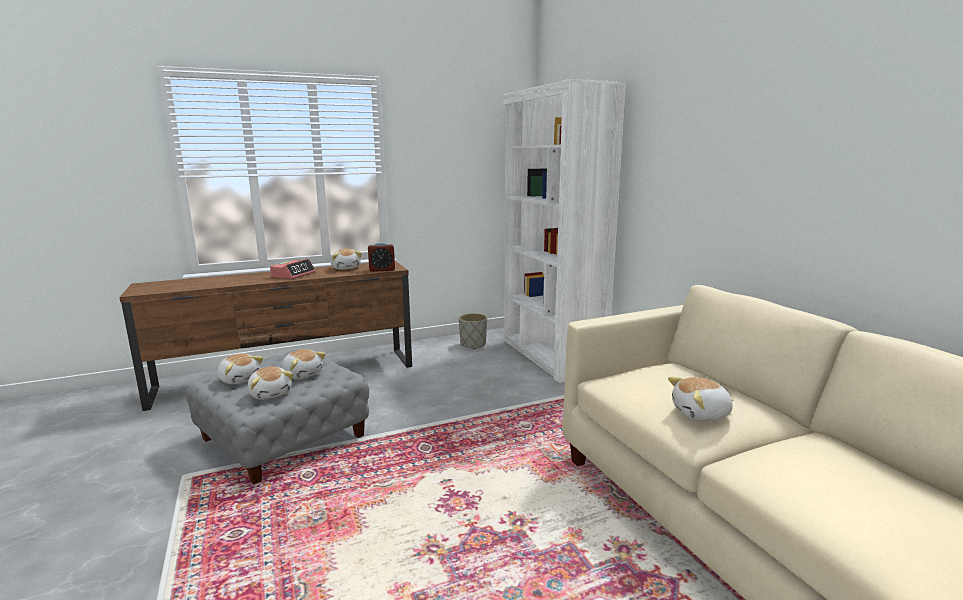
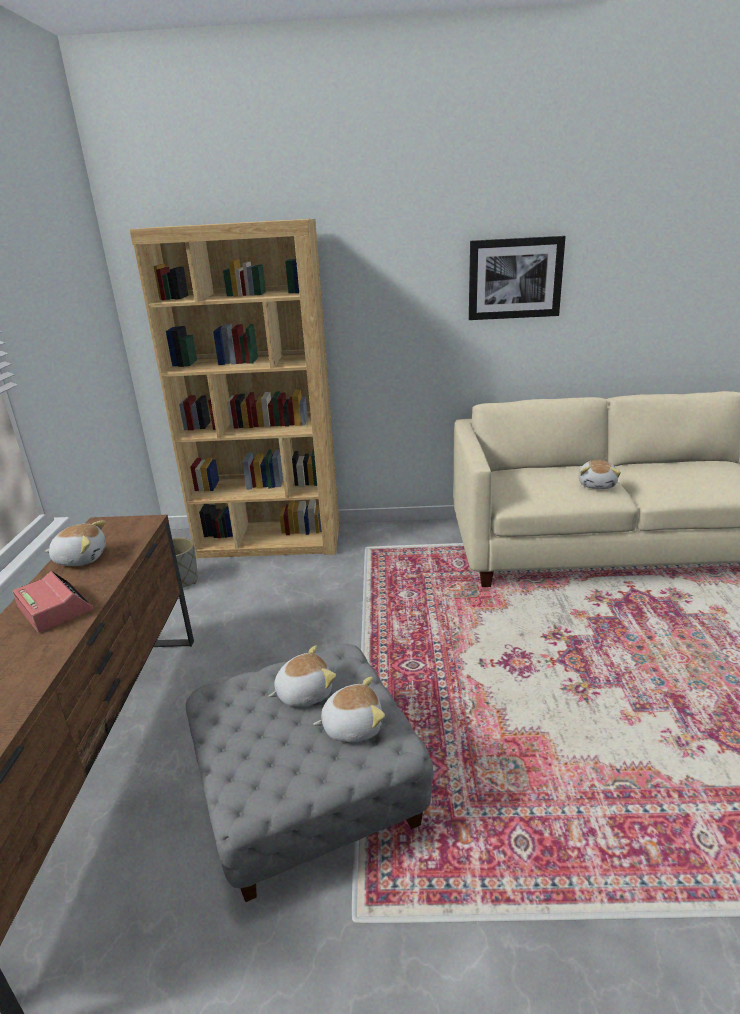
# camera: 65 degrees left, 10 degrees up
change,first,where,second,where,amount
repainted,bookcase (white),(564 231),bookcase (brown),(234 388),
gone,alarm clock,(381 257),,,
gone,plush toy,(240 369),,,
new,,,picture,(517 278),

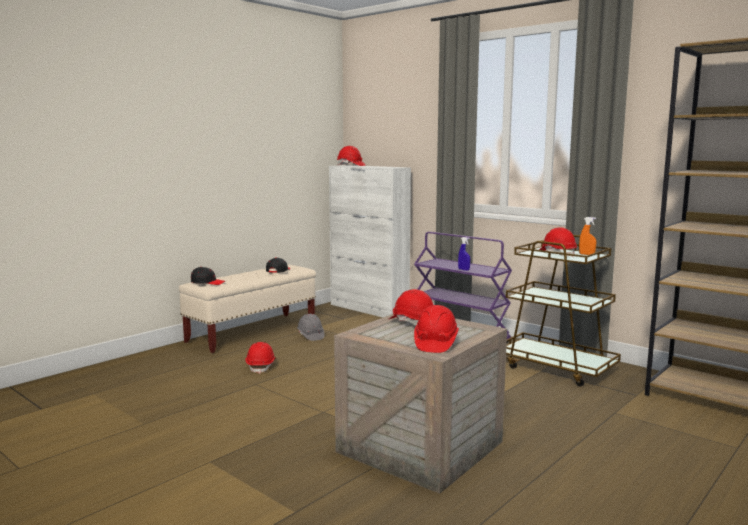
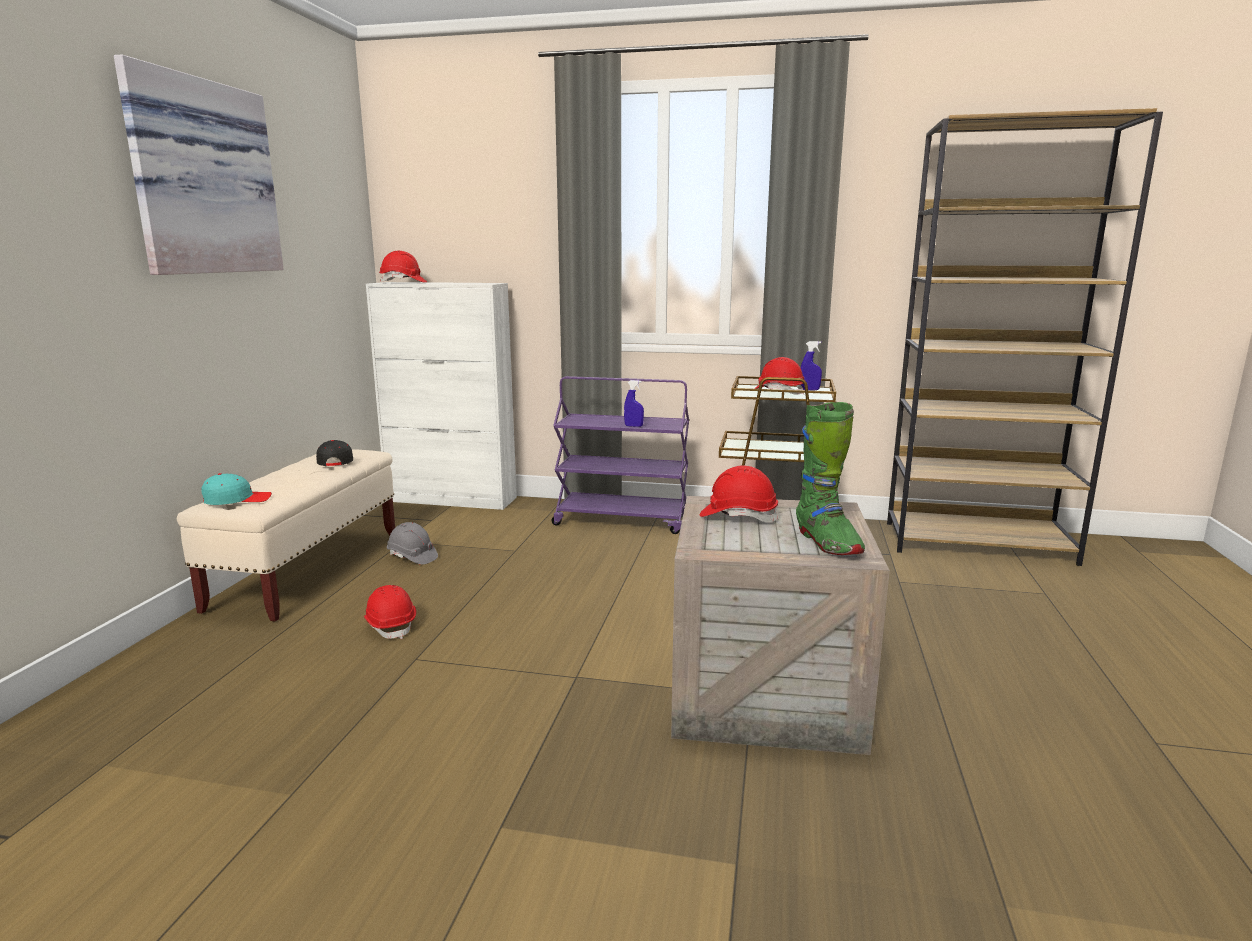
# camera: 30 degrees left, 5 degrees up
change,first,where,second,where,amount
repainted,spray bottle (orange),(587 236),spray bottle (blue),(811 365),
repainted,cap (black),(208 276),cap (turquoise),(236 489),
swapped,hard hat (red),(436 329),boot (green),(830 478),
new,,,picture,(199 164),

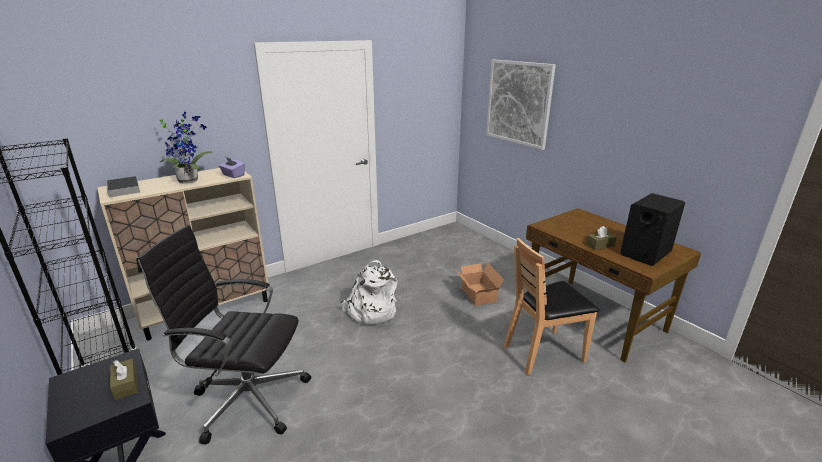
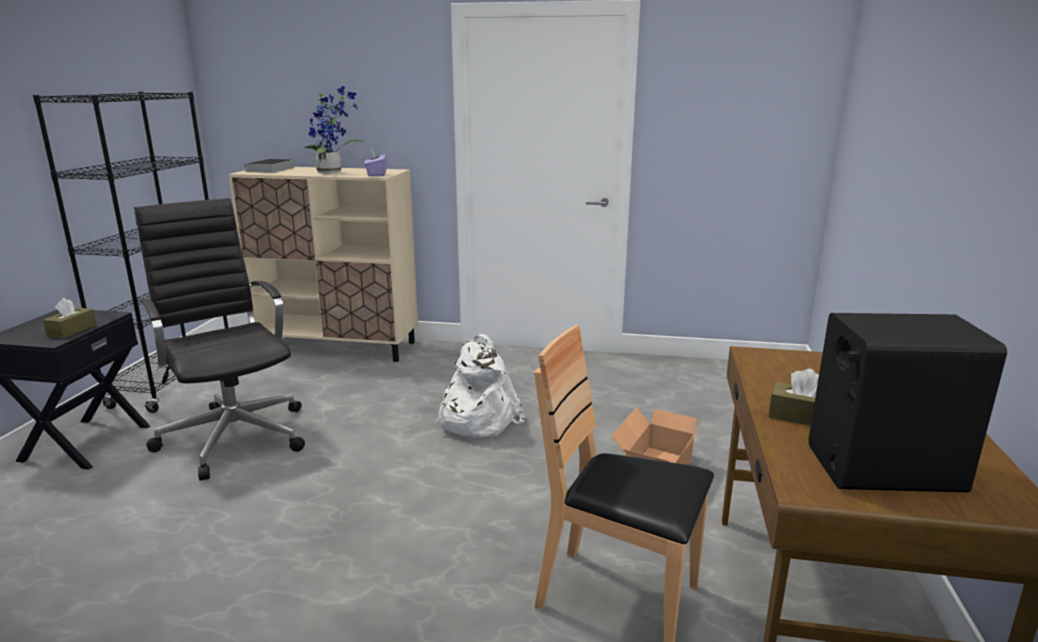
# camera: 45 degrees right, 5 degrees down
change,first,where,second,where,amount
gone,picture,(521 105),,,

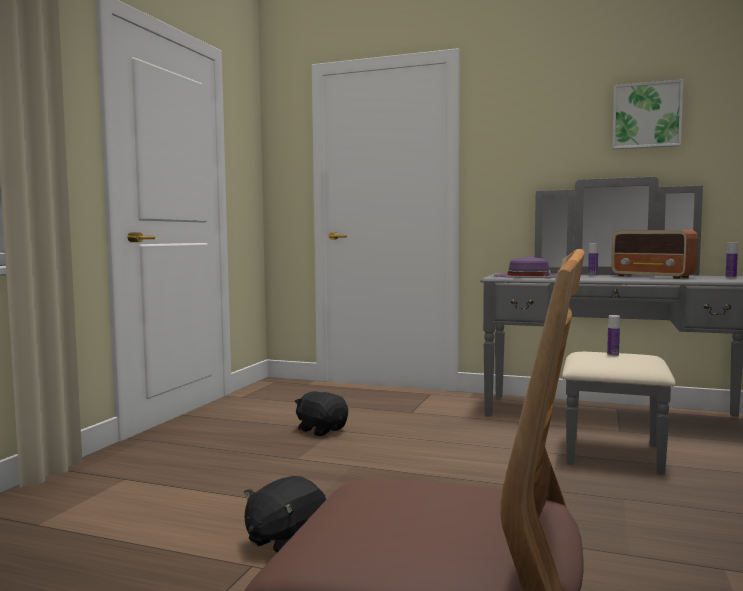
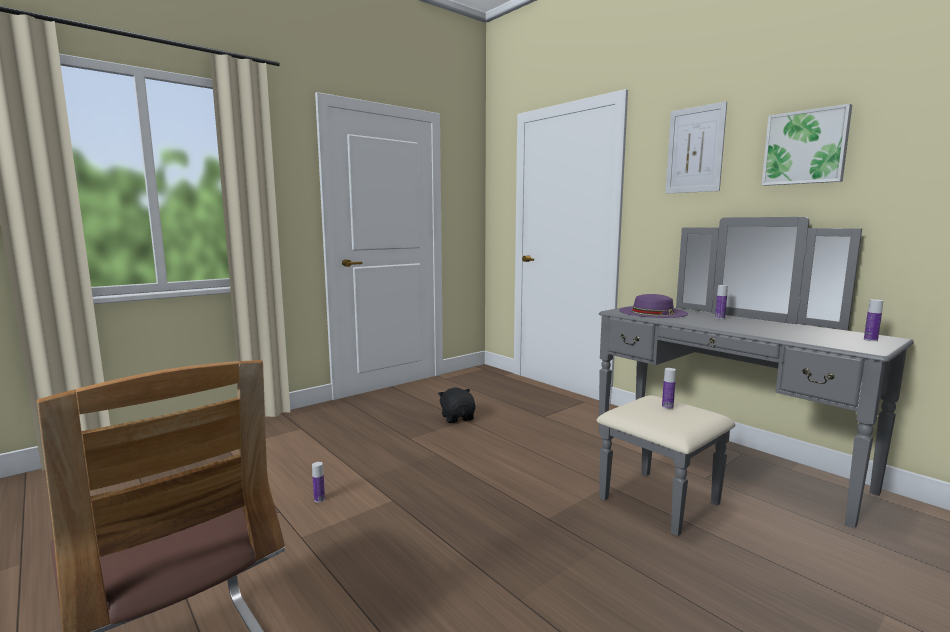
# camera: 30 degrees right, 5 degrees up
change,first,where,second,where,amount
gone,radio,(654 254),,,
swapped,plush toy (black),(285 514),bottle,(318 482),
new,,,picture,(696 147),

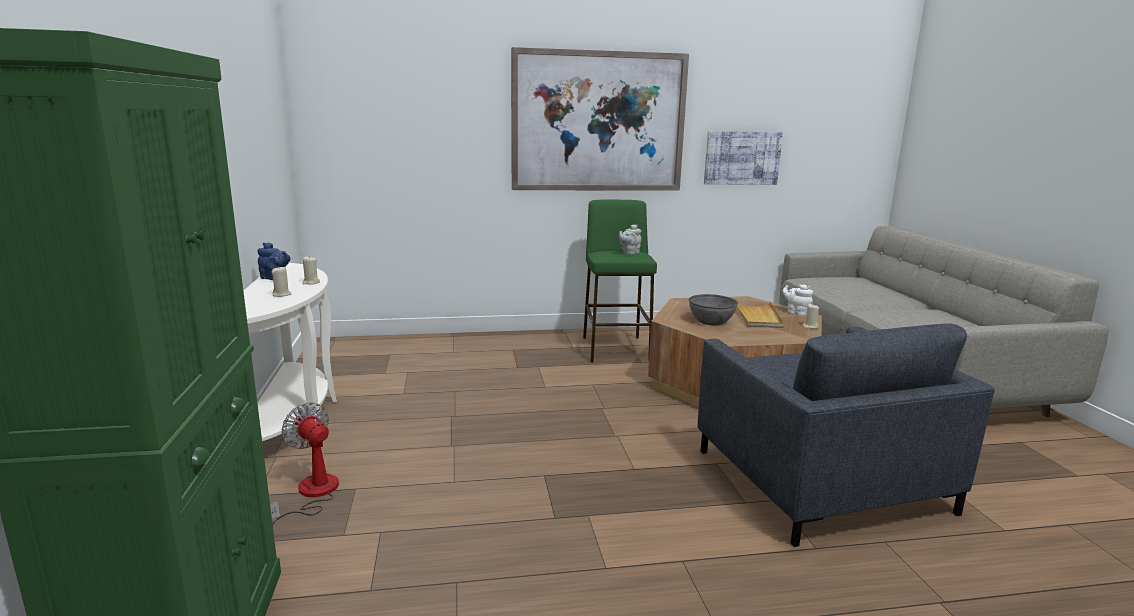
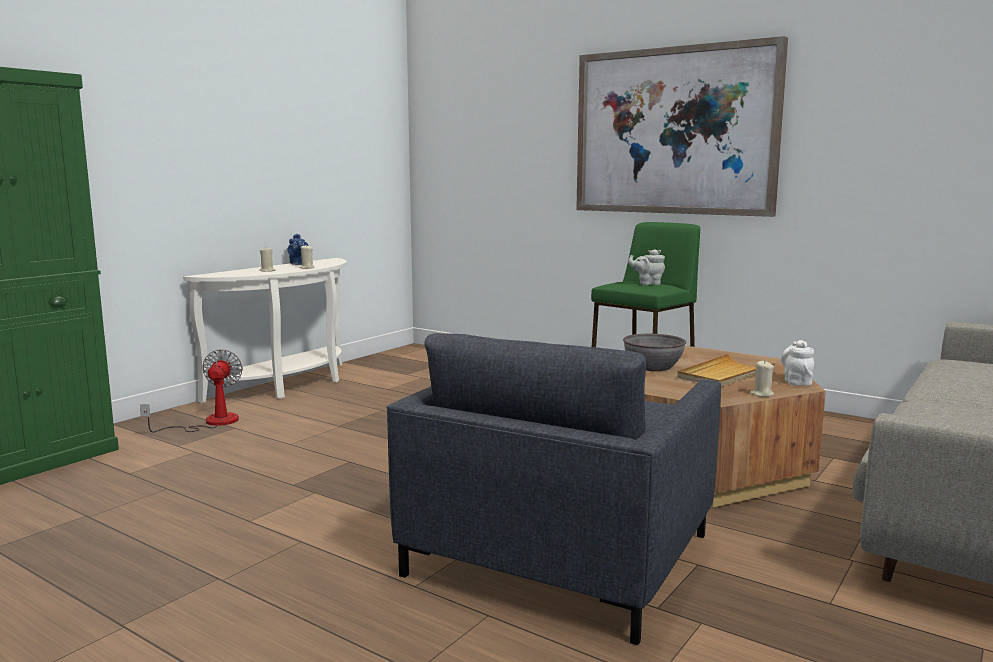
# camera: 45 degrees right, 5 degrees down
change,first,where,second,where,amount
gone,picture,(743 158),,,

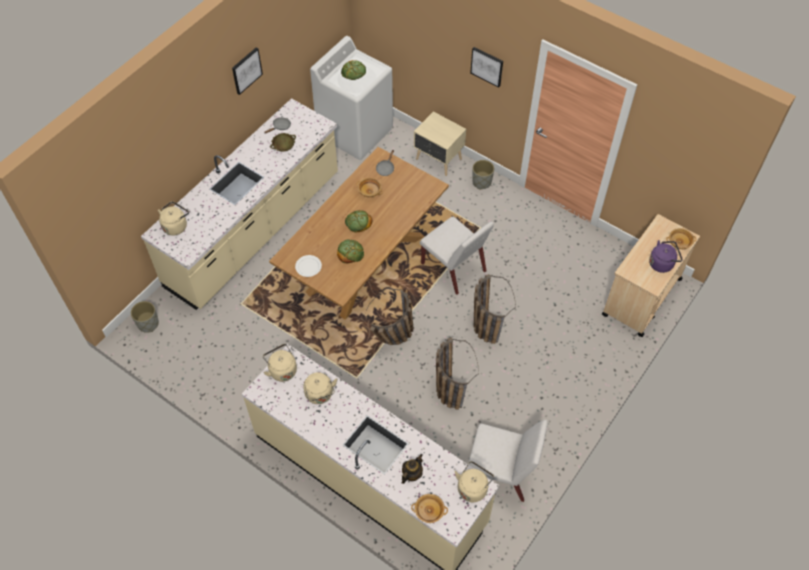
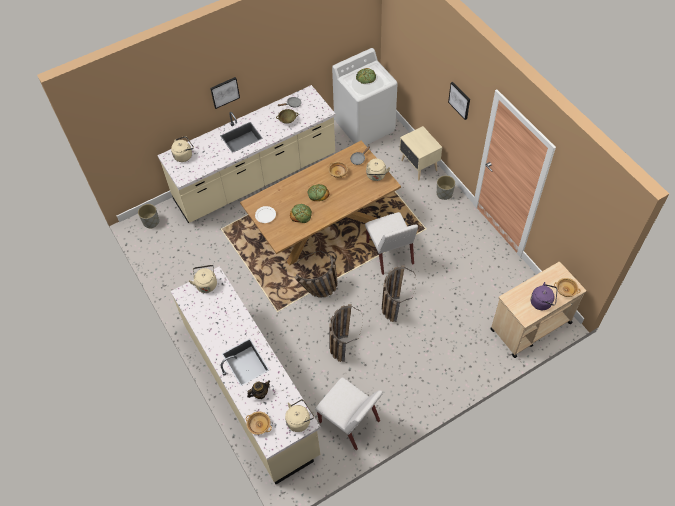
# camera: 25 degrees right, 0 degrees up
change,first,where,second,where,amount
shifted,picture,(247 71),,(225 93),
shifted,kettle (beige),(320 388),,(378 169),

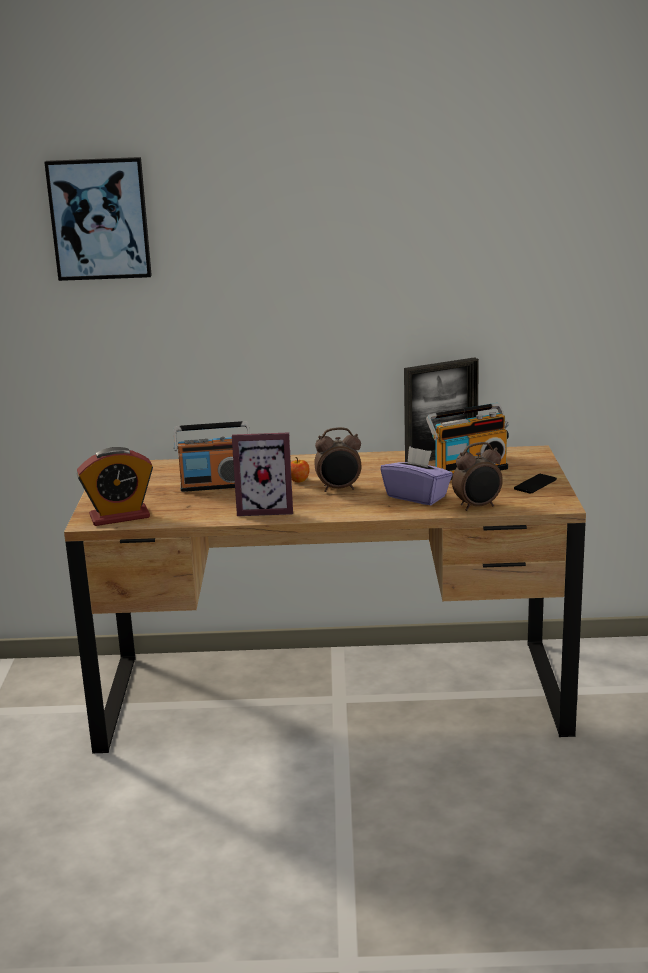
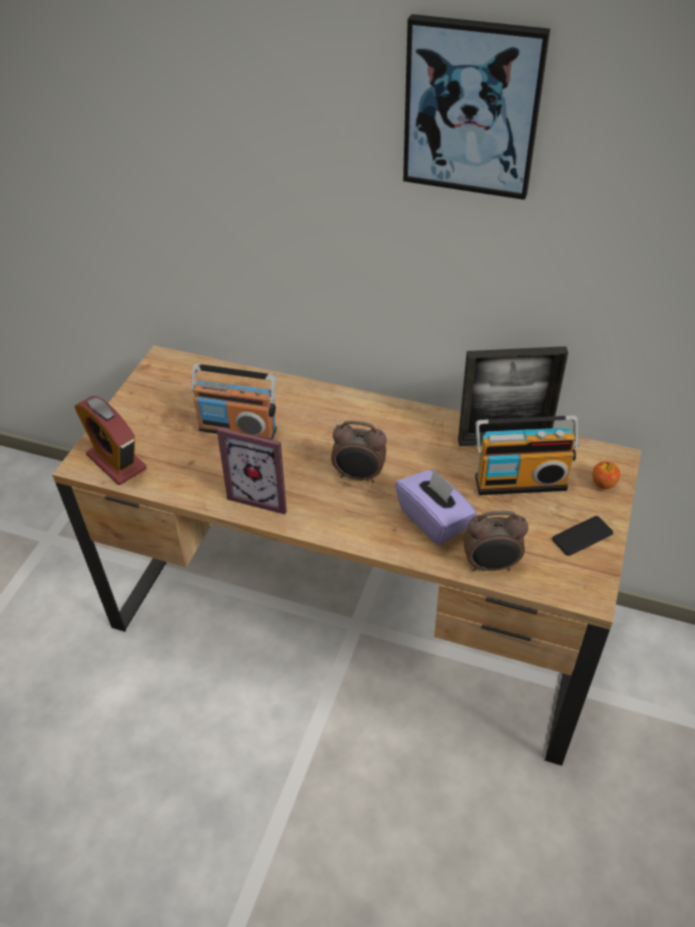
# camera: 20 degrees right, 25 degrees up
change,first,where,second,where,amount
shifted,picture,(98 219),,(476 107),
rotated,alarm clock,(115 486),,(110 440),45 degrees clockwise
shifted,apple,(300 469),,(606 475),

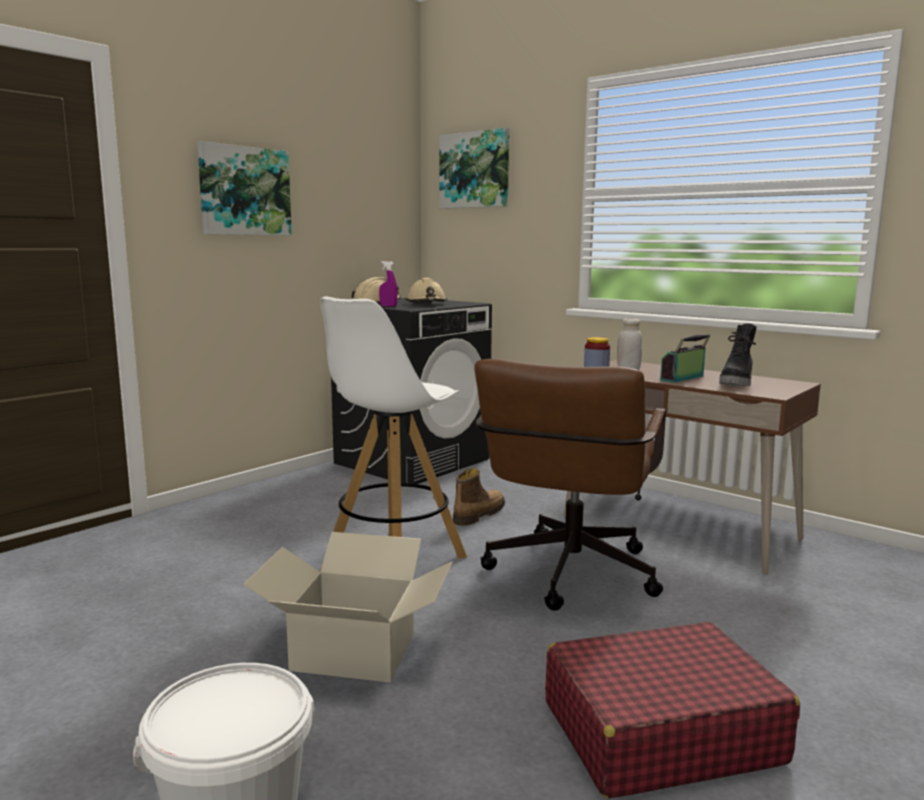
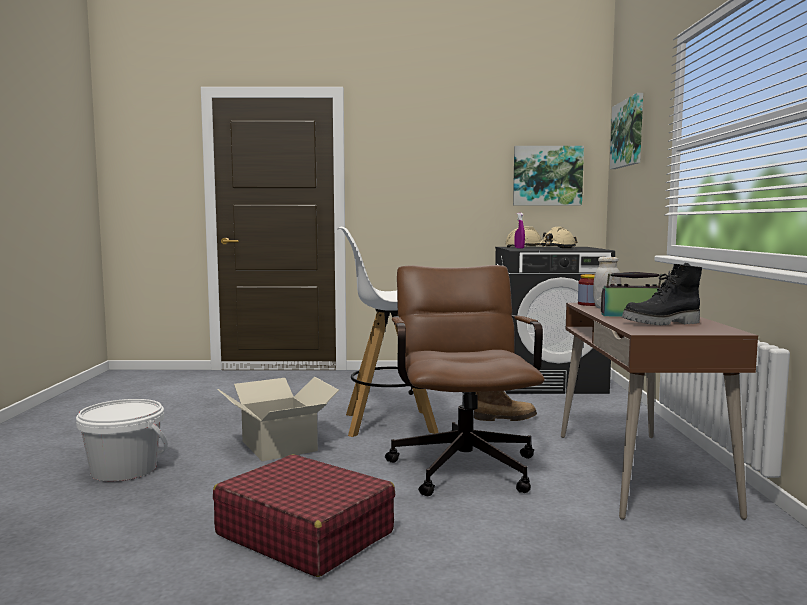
# camera: 50 degrees right, 5 degrees down
change,first,where,second,where,amount
shifted,picture,(244 188),,(548 175),
rotated,office chair (brown),(570 485),,(465 380),105 degrees clockwise

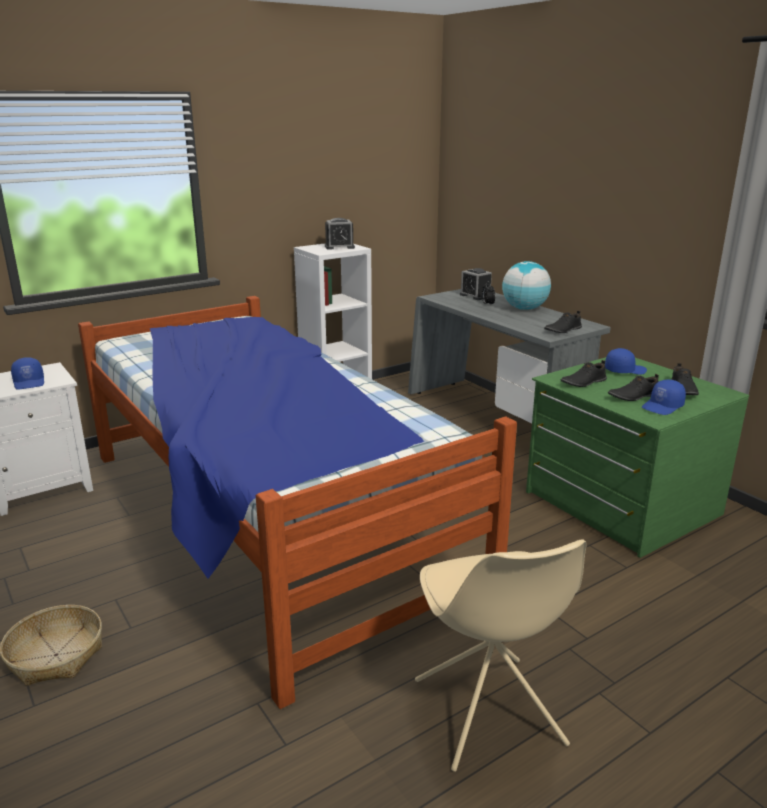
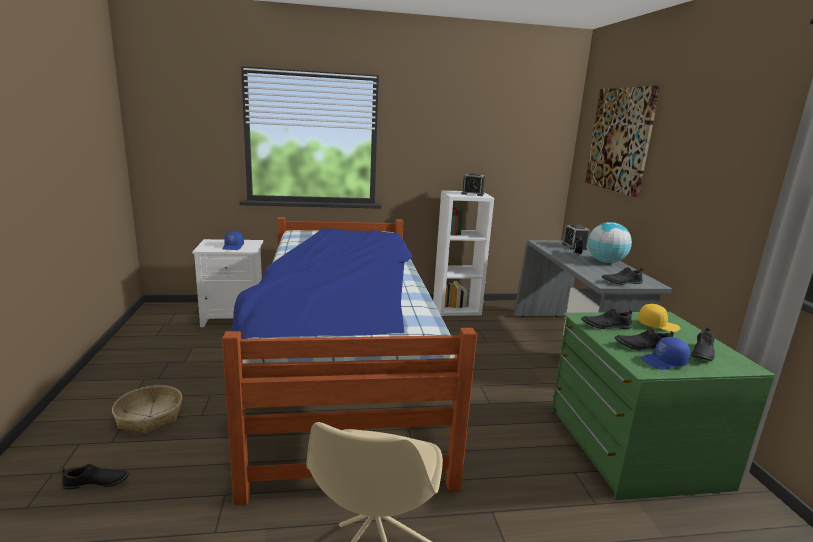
# camera: 25 degrees right, 5 degrees down
change,first,where,second,where,amount
repainted,cap (blue),(626 361),cap (yellow),(659 318),
new,,,picture,(623 141),
new,,,shoe (black),(95 476),

